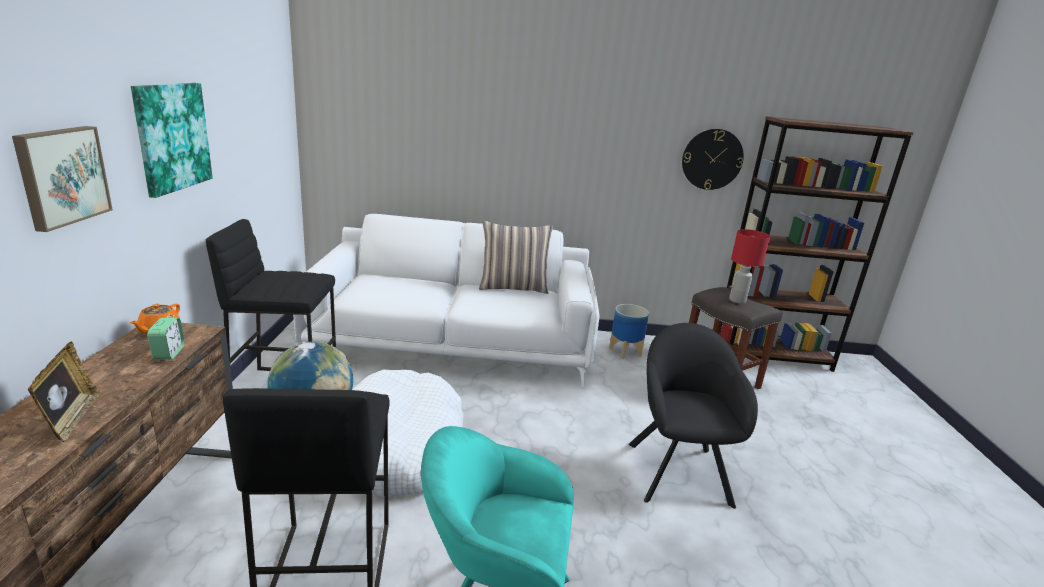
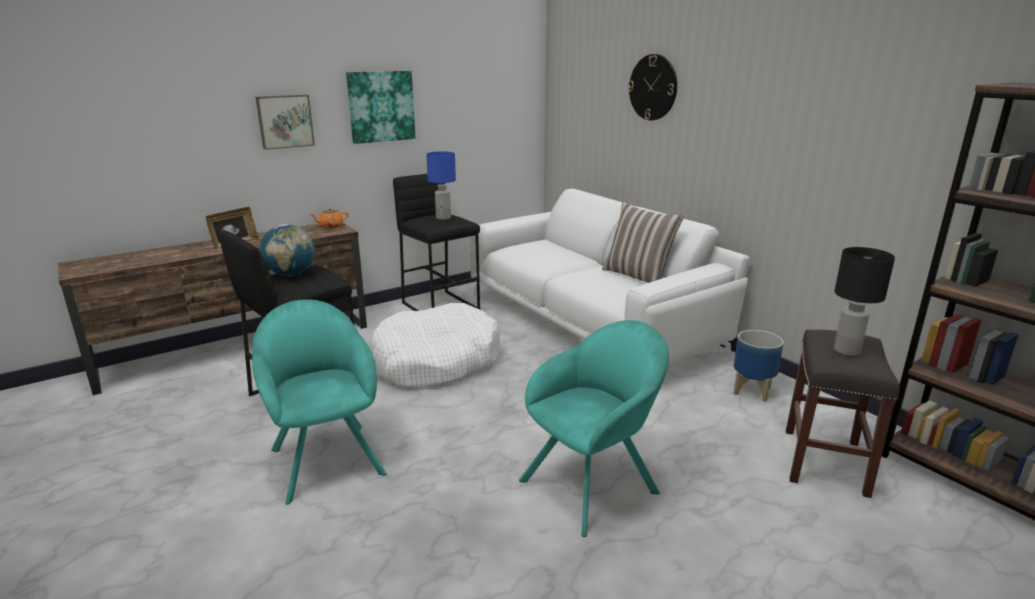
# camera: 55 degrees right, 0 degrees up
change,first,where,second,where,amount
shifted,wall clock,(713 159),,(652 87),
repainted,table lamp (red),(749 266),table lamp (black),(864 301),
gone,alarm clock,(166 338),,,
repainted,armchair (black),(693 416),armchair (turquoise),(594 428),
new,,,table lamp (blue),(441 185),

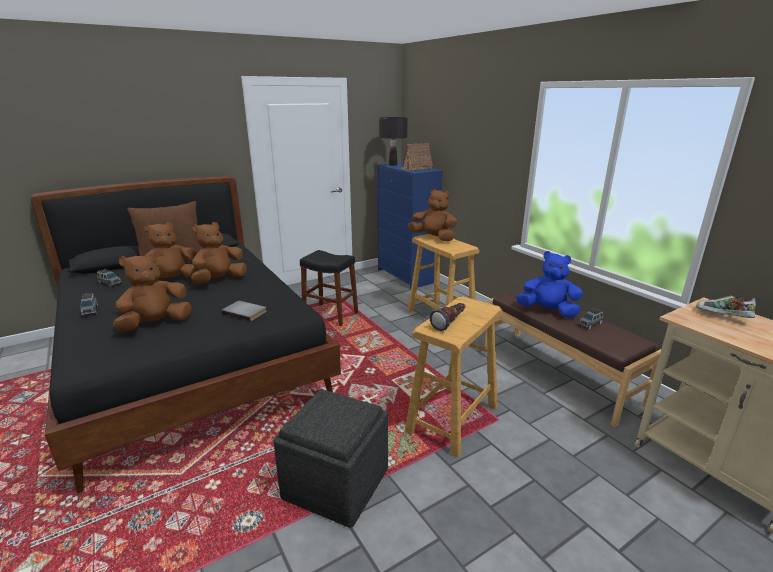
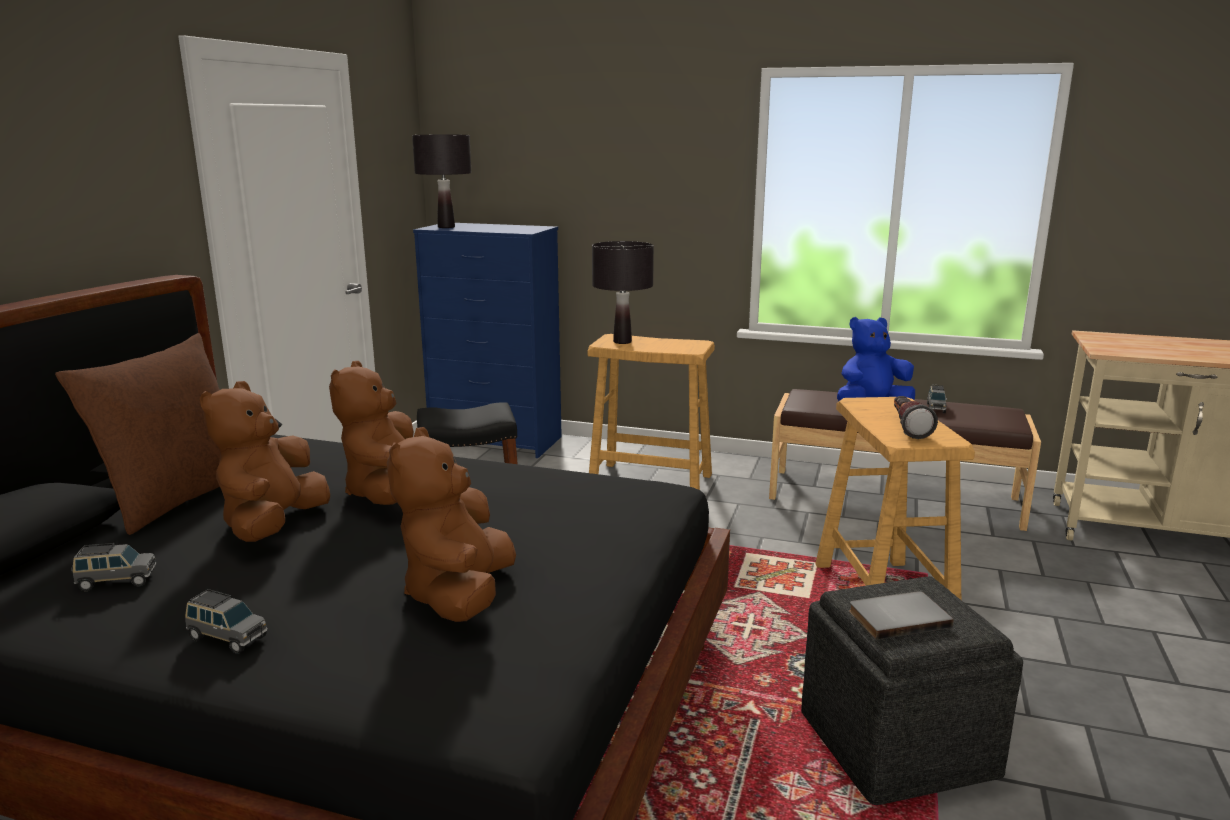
# camera: 40 degrees left, 5 degrees down
change,first,where,second,where,amount
gone,toy house,(417 157),,,
swapped,plush toy (brown),(432 215),table lamp (black),(623 292),
gone,shoe,(726 306),,,
shifted,book (grey),(244 311),,(901 616),

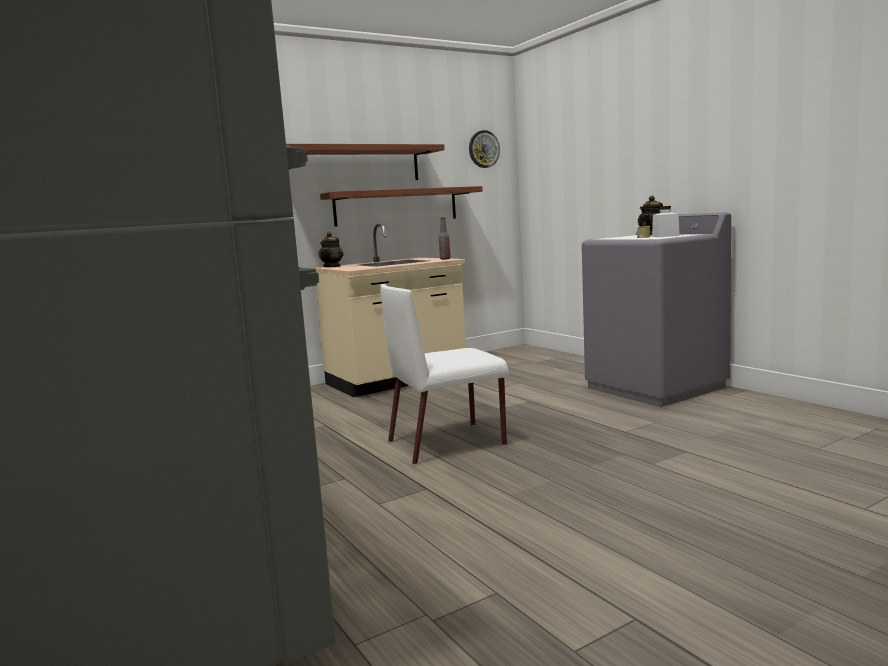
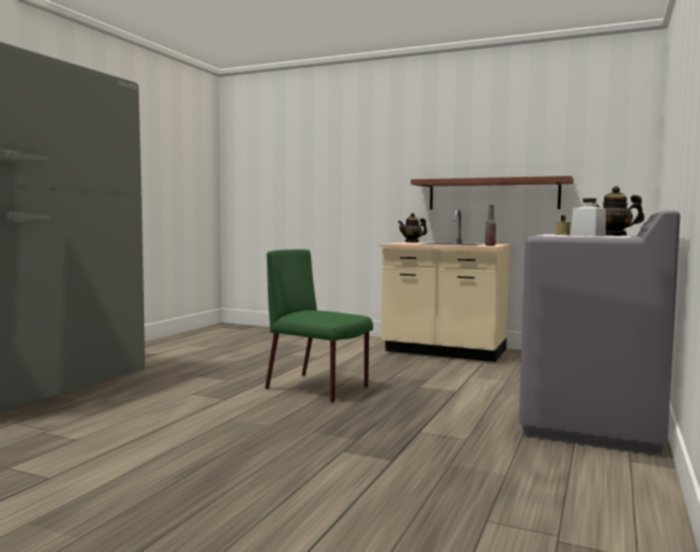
# camera: 55 degrees right, 5 degrees down
change,first,where,second,where,amount
gone,wall clock,(484 149),,,
gone,shelf,(365 162),,,
repainted,chair (white),(444 374),chair (green),(319 325),

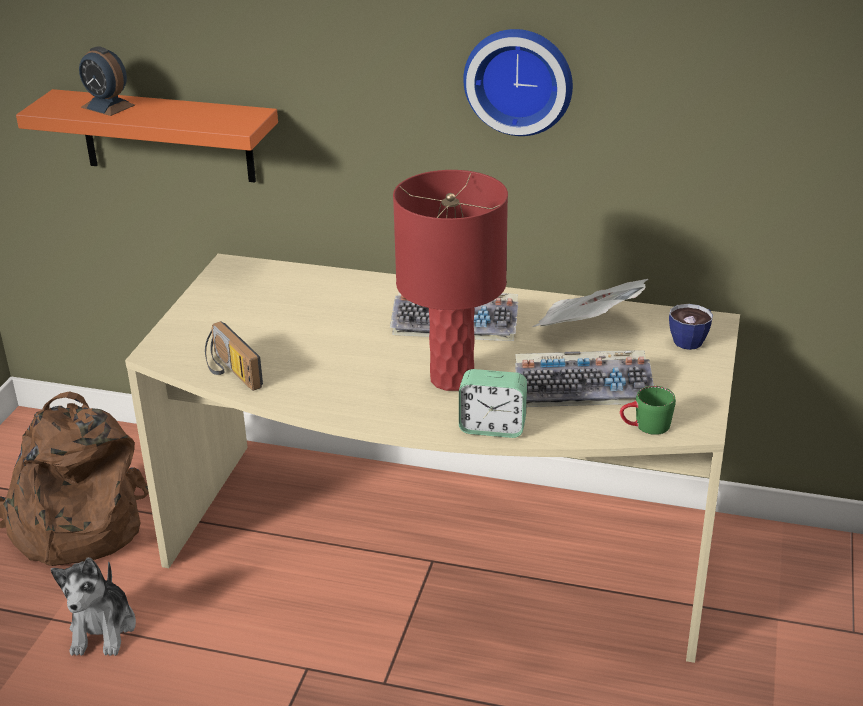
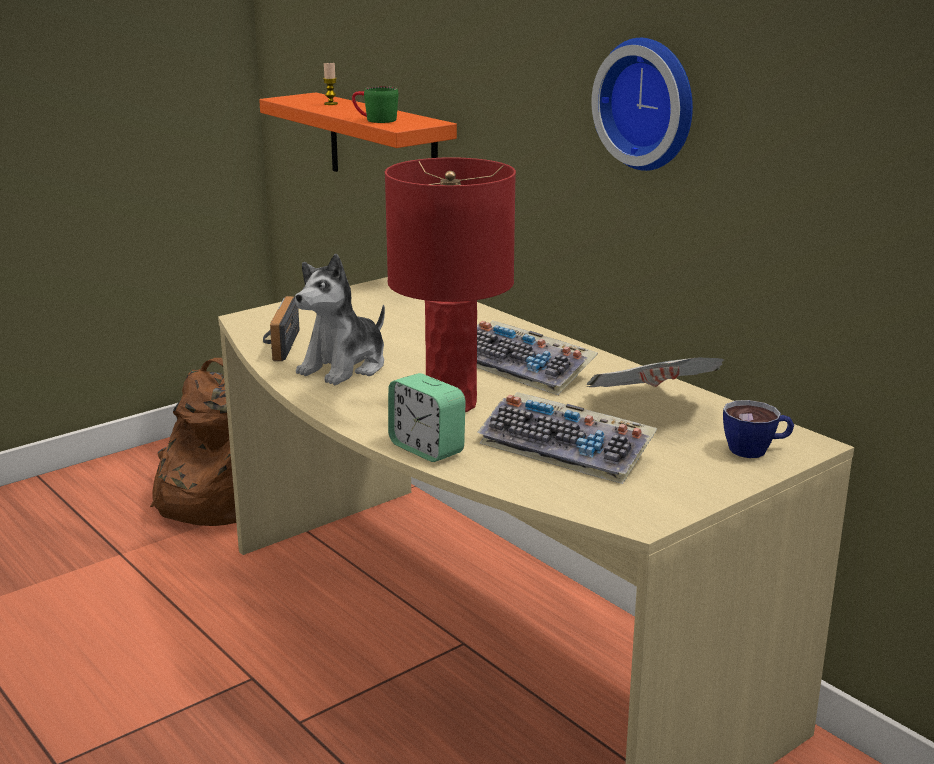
# camera: 35 degrees right, 10 degrees down
change,first,where,second,where,amount
swapped,alarm clock,(107 81),candle,(330 84),
shifted,mug (green),(648 410),,(375 104),
shifted,plush toy,(93 606),,(340 319),

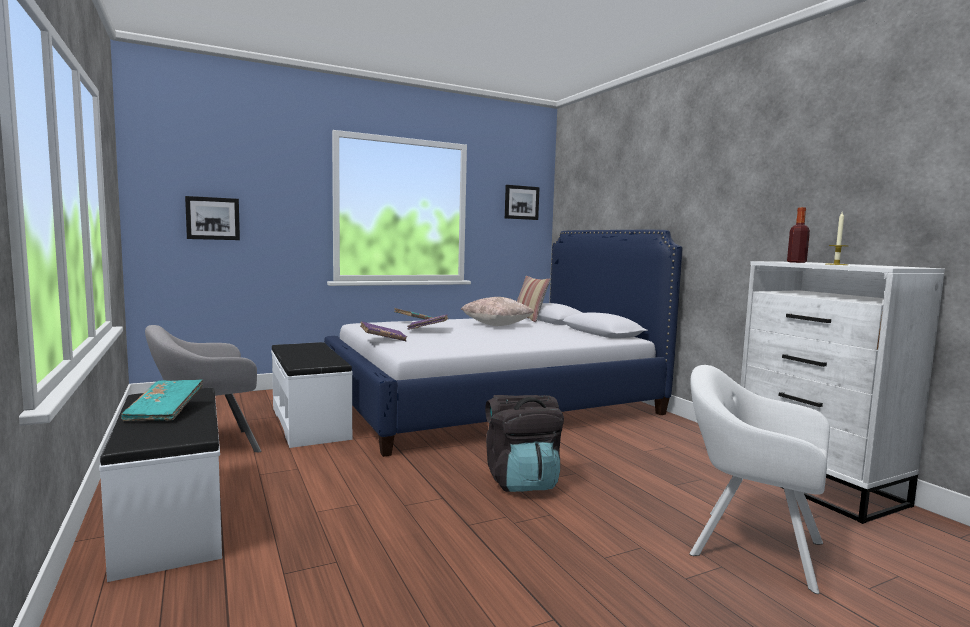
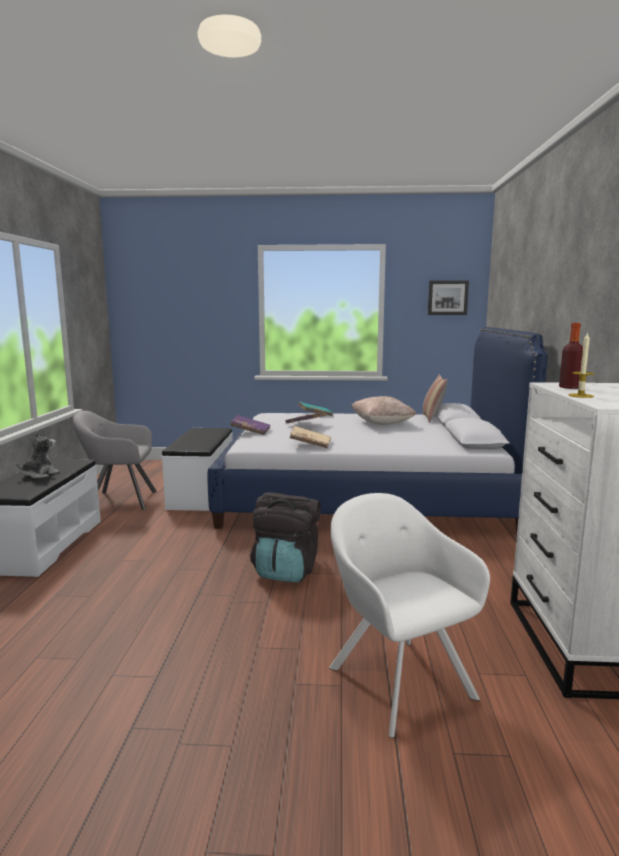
# camera: 30 degrees right, 5 degrees up
change,first,where,second,where,amount
gone,picture,(212 218),,,
swapped,book (turquoise),(162 400),plush toy,(37 454),
new,,,book (beige),(310 437),

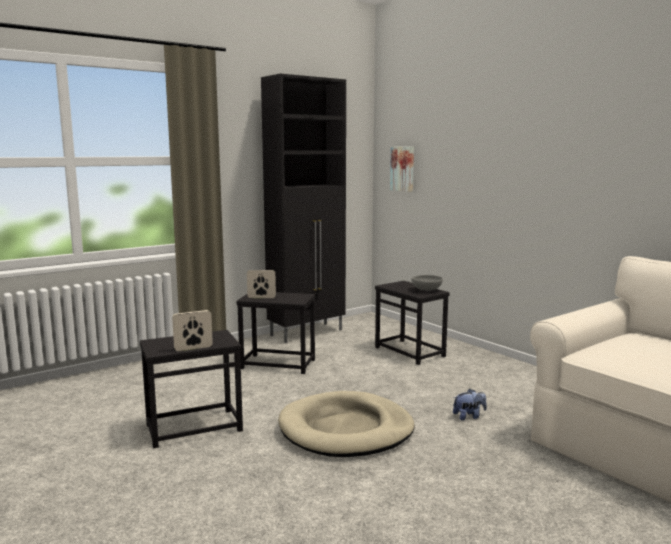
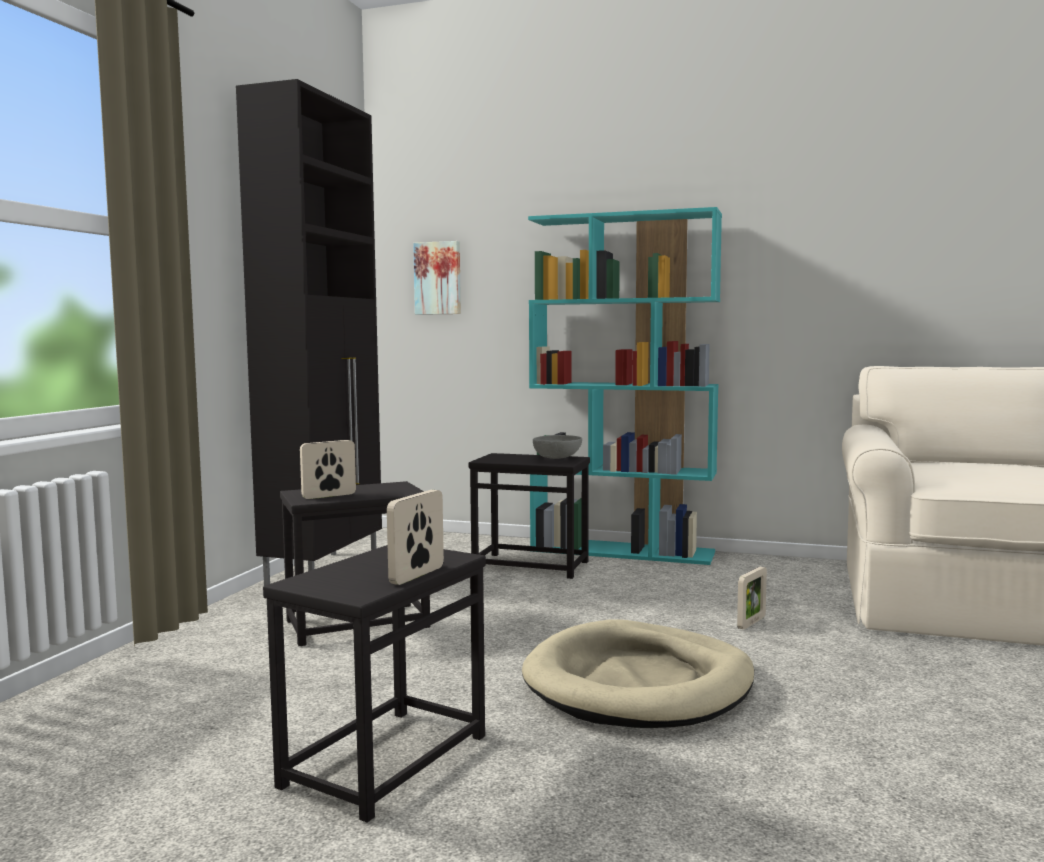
# camera: 35 degrees left, 5 degrees down
change,first,where,second,where,amount
swapped,plush toy,(470 405),picture frame,(752 598),
new,,,bookcase (turquoise),(625 386),

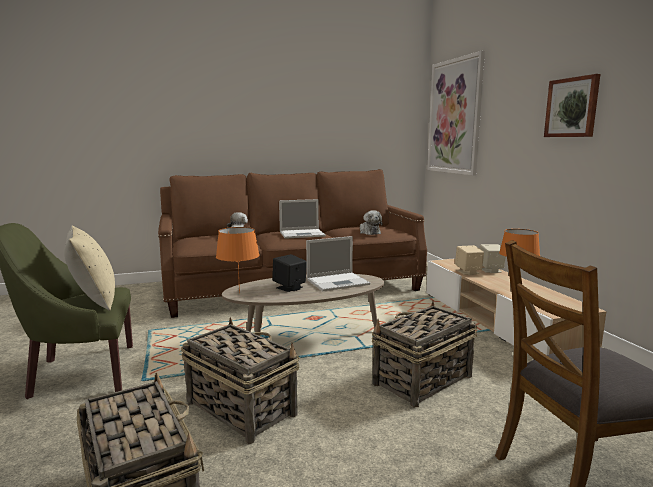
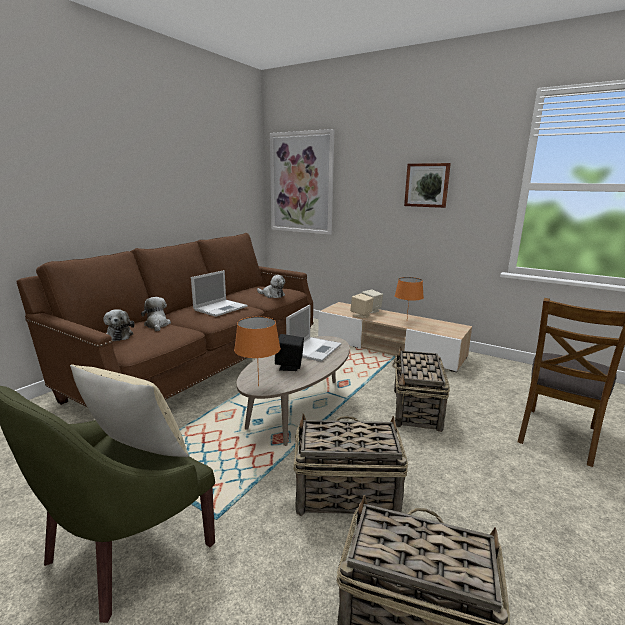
# camera: 40 degrees left, 5 degrees up
change,first,where,second,where,amount
new,,,plush toy,(118 325),

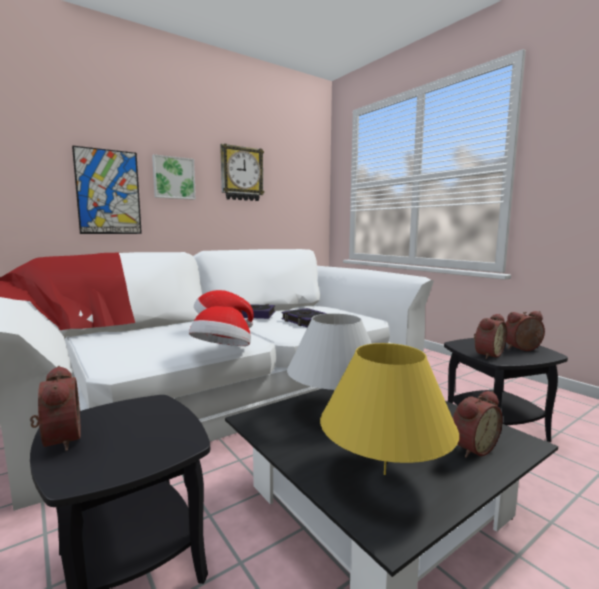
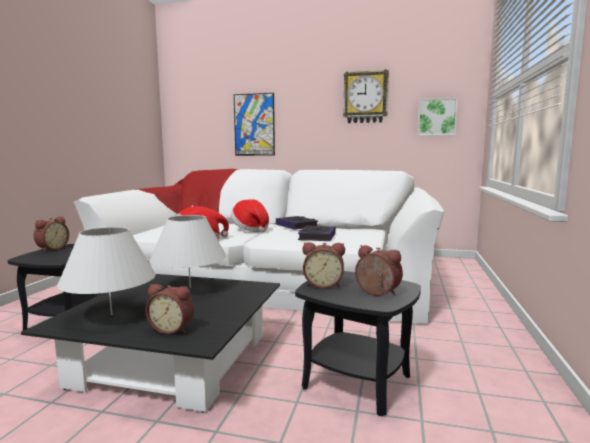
# camera: 50 degrees right, 0 degrees up
change,first,where,second,where,amount
shifted,picture,(174 177),,(438 116),
repainted,table lamp (yellow),(389 409),table lamp (white),(106 271),

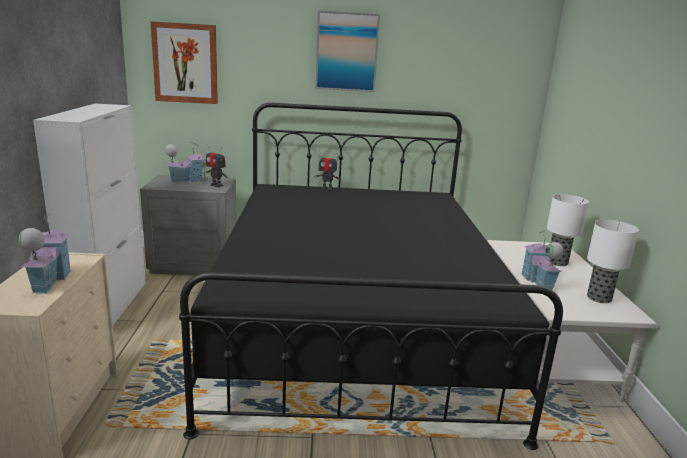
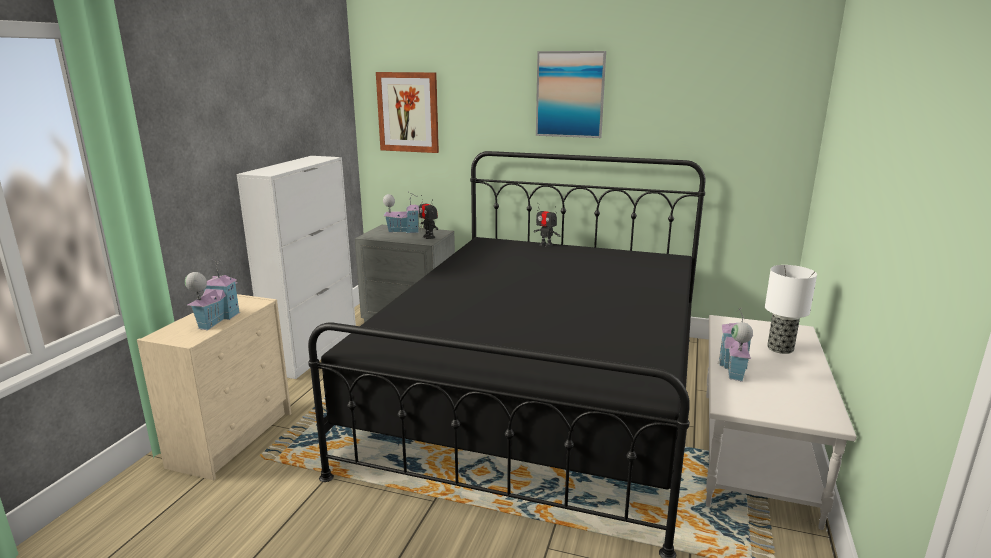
# camera: 20 degrees right, 0 degrees up
change,first,where,second,where,amount
gone,table lamp,(613 261),,,

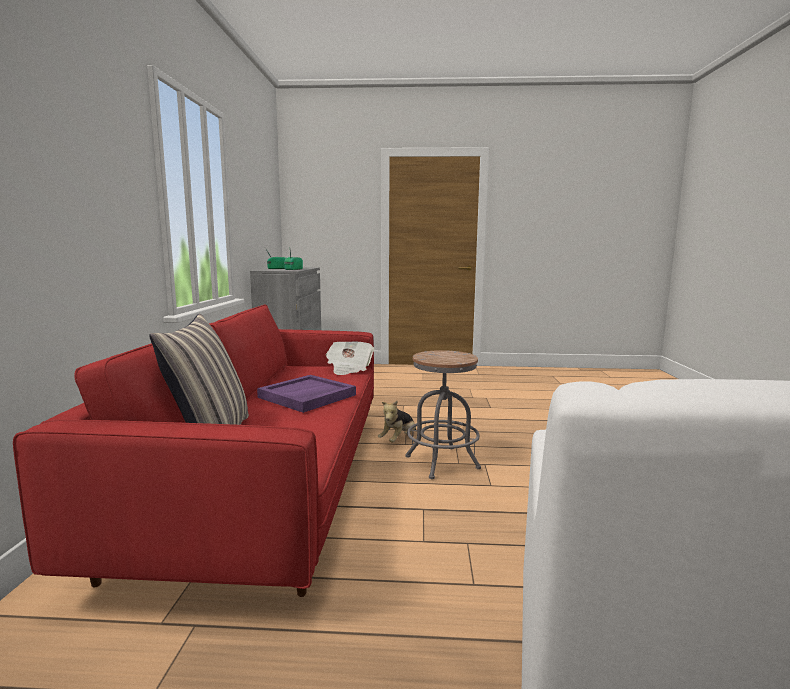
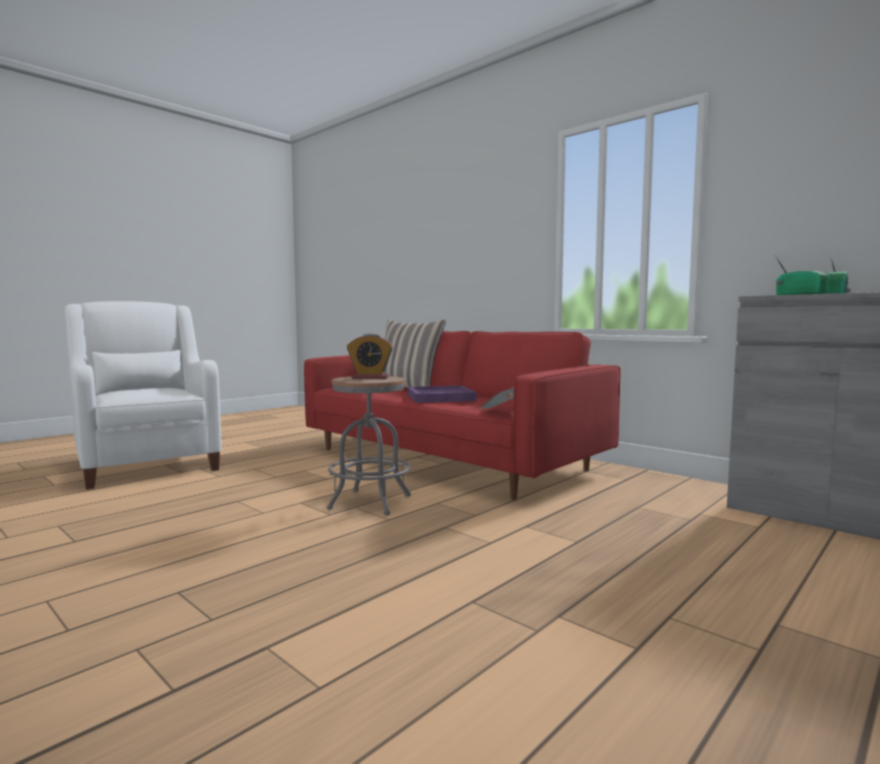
# camera: 130 degrees right, 5 degrees down
change,first,where,second,where,amount
gone,plush toy,(397 421),,,
new,,,alarm clock,(370 356),

